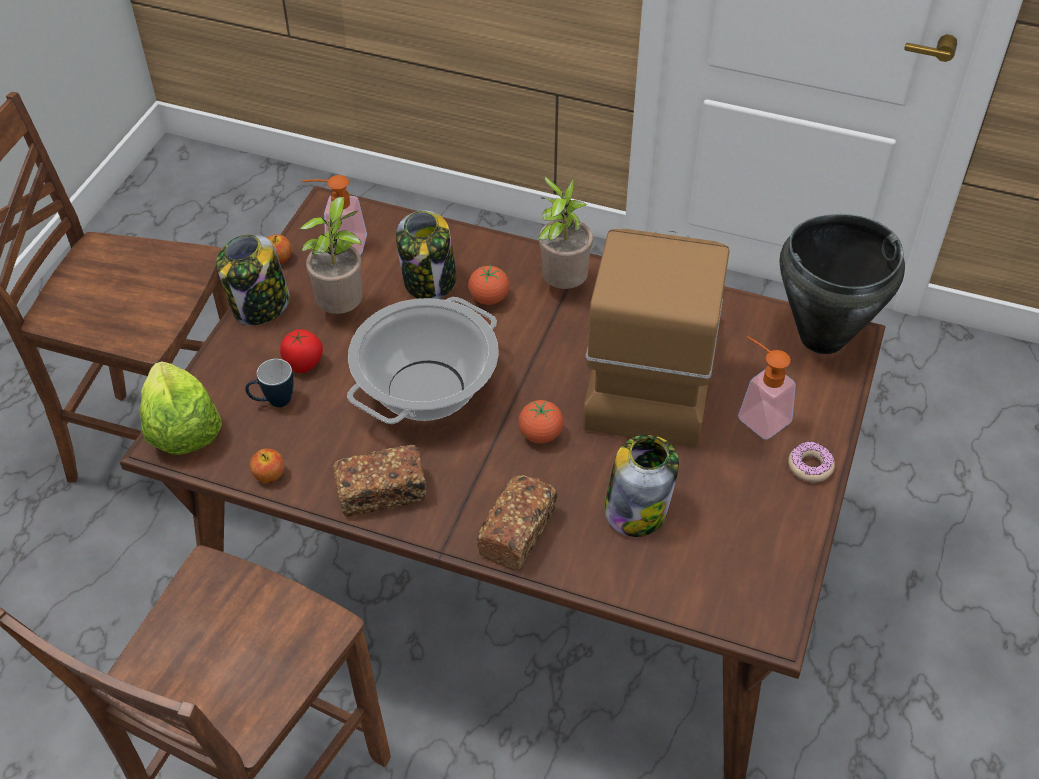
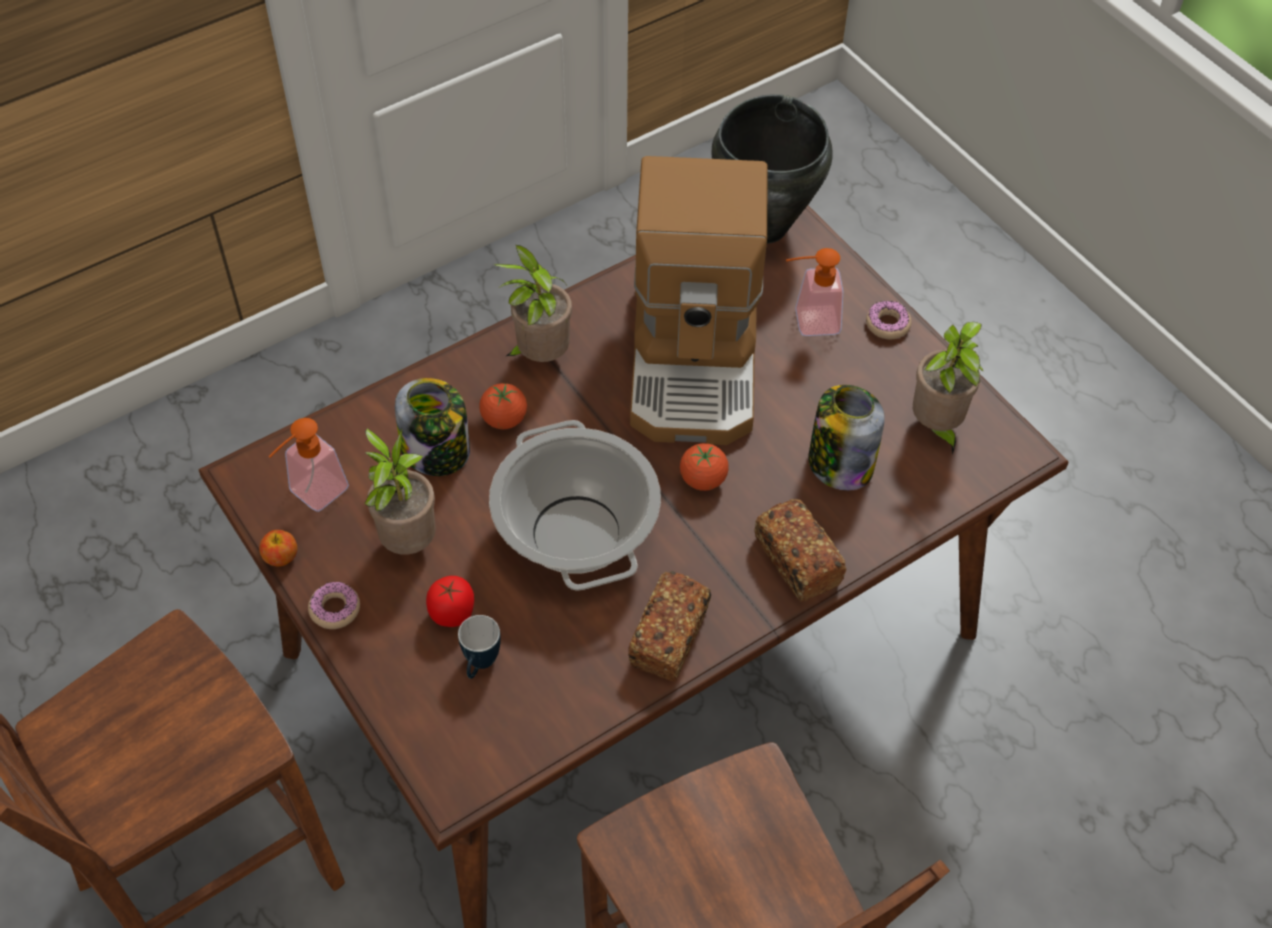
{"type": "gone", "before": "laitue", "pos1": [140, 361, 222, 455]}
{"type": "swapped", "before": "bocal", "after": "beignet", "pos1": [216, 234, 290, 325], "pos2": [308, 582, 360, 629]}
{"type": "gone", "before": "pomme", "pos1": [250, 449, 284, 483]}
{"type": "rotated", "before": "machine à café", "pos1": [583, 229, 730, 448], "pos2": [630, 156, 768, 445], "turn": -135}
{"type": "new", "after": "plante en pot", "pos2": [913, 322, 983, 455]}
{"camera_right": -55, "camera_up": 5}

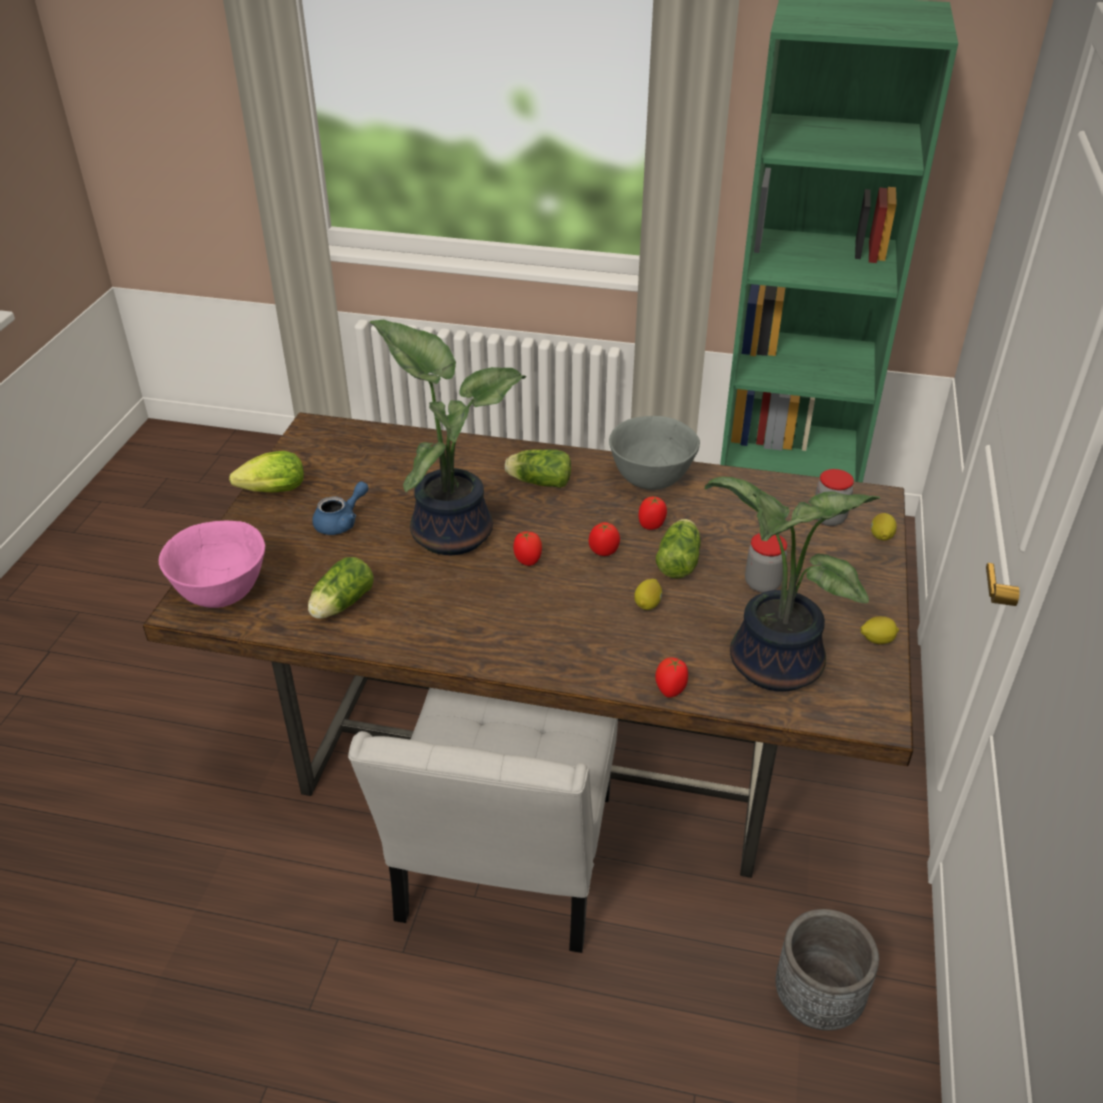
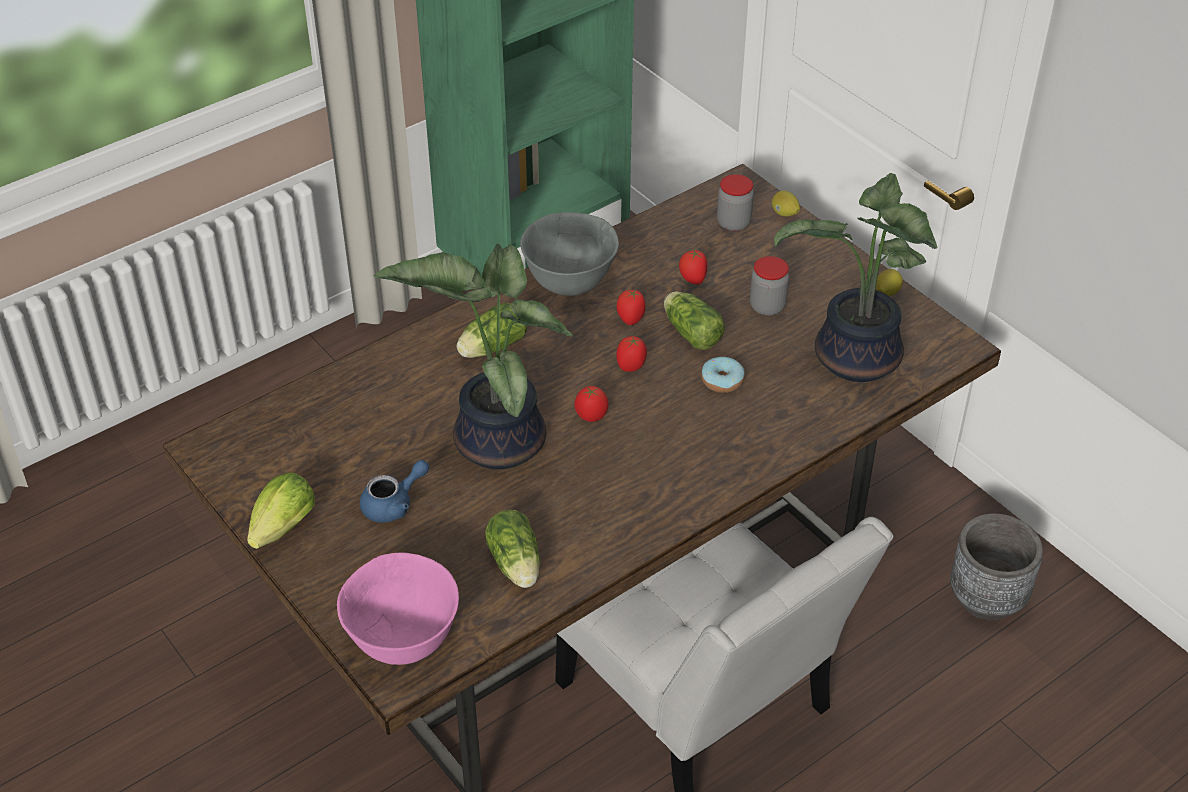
{"type": "rotated", "before": "théière (bleu)", "pos1": [312, 481, 369, 535], "pos2": [360, 460, 429, 523], "turn": 60}
{"type": "swapped", "before": "citron", "after": "beignet", "pos1": [634, 579, 662, 610], "pos2": [701, 356, 745, 393]}
{"type": "shifted", "before": "tomate", "pos1": [655, 657, 688, 698], "pos2": [679, 249, 707, 285]}
{"camera_right": -50, "camera_up": 5}

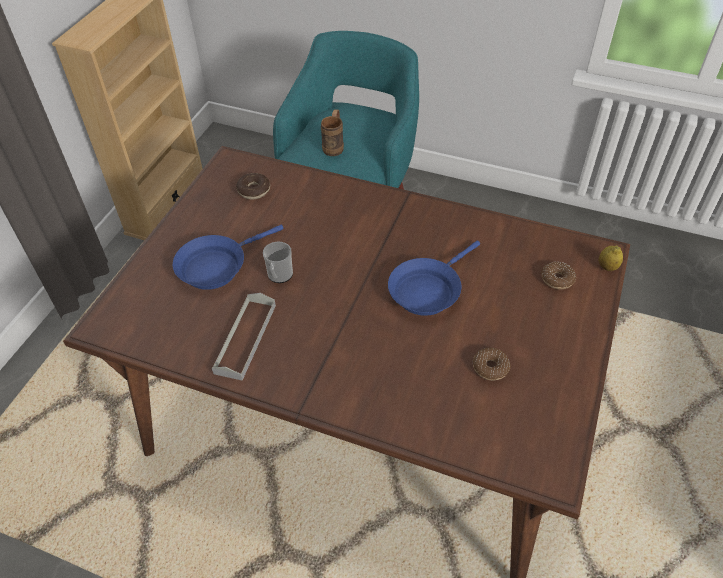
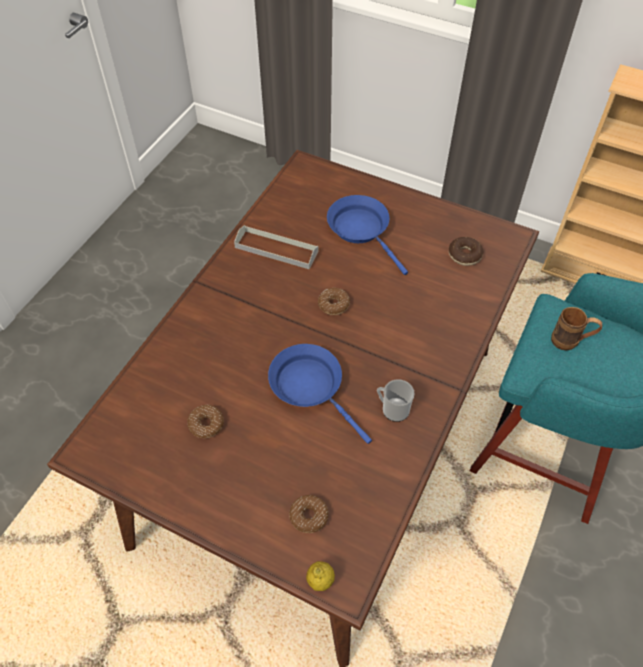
{"type": "shifted", "before": "mug", "pos1": [263, 242, 293, 283], "pos2": [377, 379, 415, 422]}
{"type": "new", "after": "beignet", "pos2": [318, 288, 350, 315]}
{"camera_right": 95, "camera_up": 5}

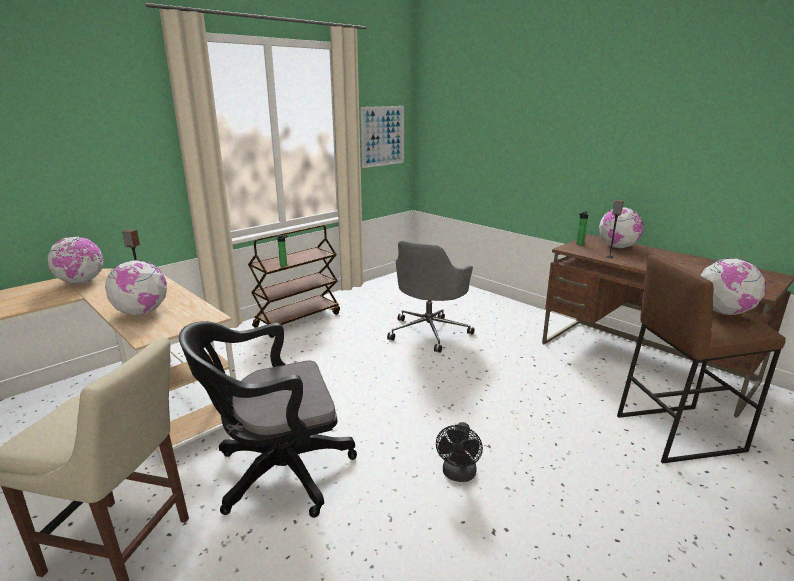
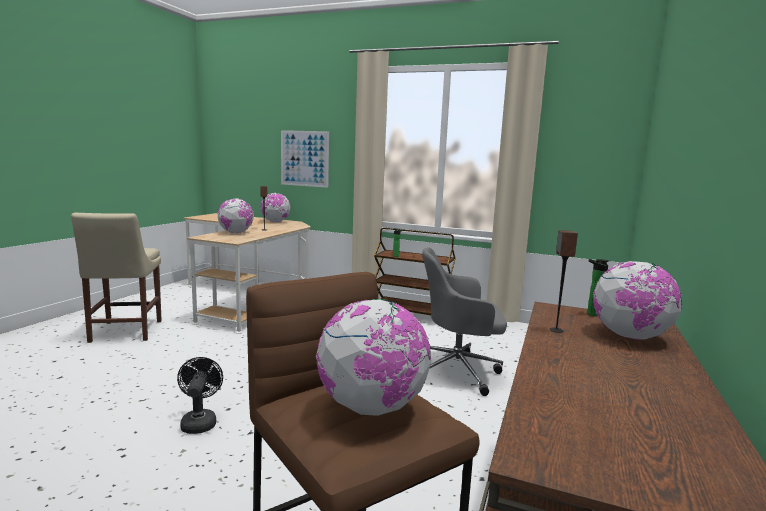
{"type": "gone", "before": "chaise de bureau (noir)", "pos1": [179, 321, 357, 518]}
{"type": "shifted", "before": "tableau", "pos1": [361, 106, 404, 168], "pos2": [281, 130, 329, 188]}
{"type": "rotated", "before": "ventilateur (noir)", "pos1": [436, 422, 483, 482], "pos2": [177, 357, 223, 434], "turn": 90}
{"camera_right": 65, "camera_up": -10}

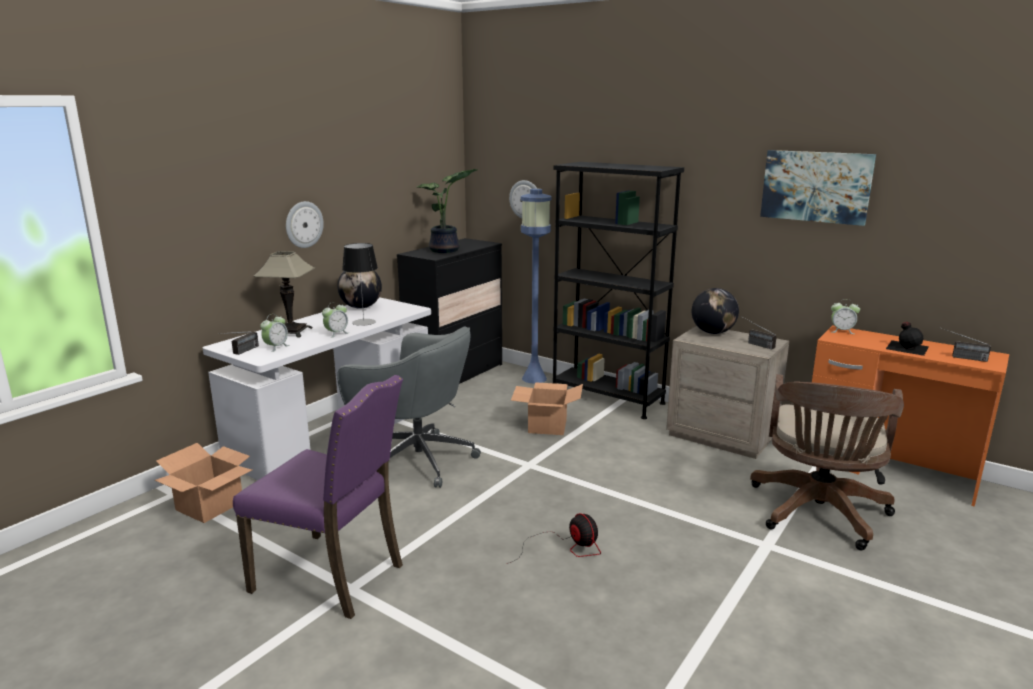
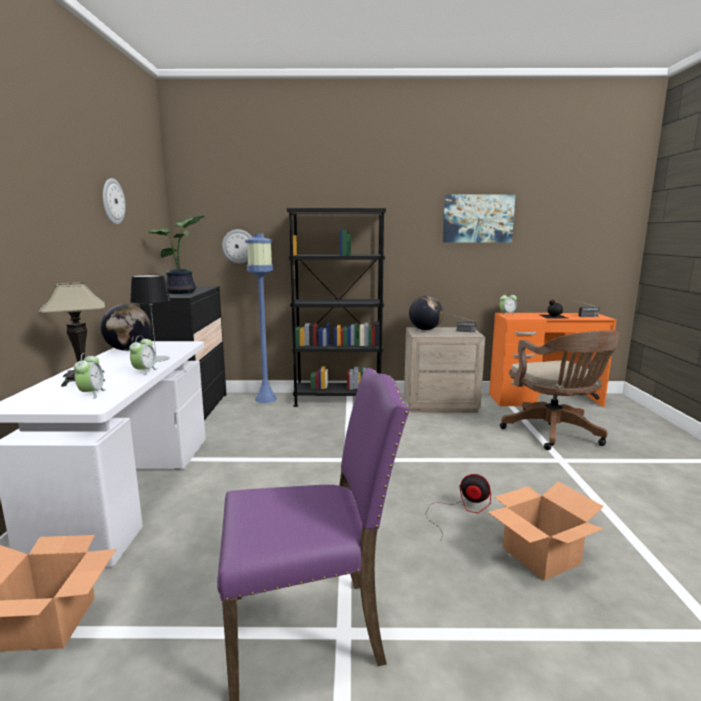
{"type": "gone", "before": "radio", "pos1": [218, 331, 259, 355]}
{"type": "shifted", "before": "horloge murale", "pos1": [286, 201, 324, 248], "pos2": [103, 178, 126, 225]}
{"type": "gone", "before": "chaise de bureau (gris)", "pos1": [337, 326, 481, 488]}
{"type": "shifted", "before": "carton", "pos1": [511, 382, 583, 435], "pos2": [488, 482, 604, 581]}
{"camera_right": -35, "camera_up": -5}

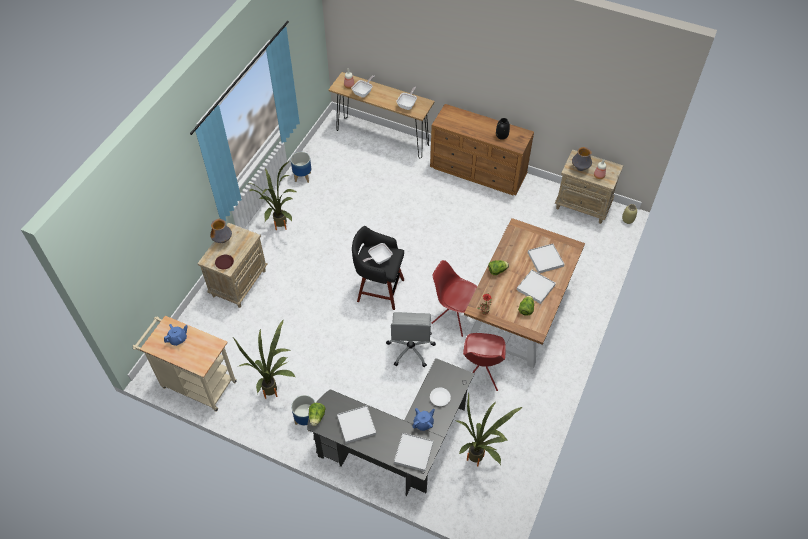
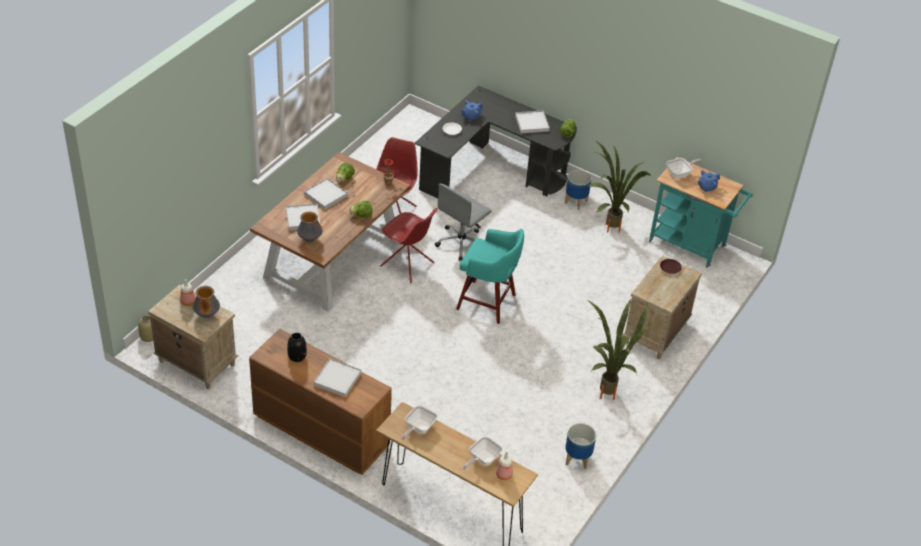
{"type": "repainted", "before": "chariot (beige)", "after": "chariot (turquoise)", "pos1": [132, 316, 237, 412], "pos2": [649, 157, 753, 268]}
{"type": "shifted", "before": "vase", "pos1": [210, 219, 232, 243], "pos2": [297, 211, 323, 242]}
{"type": "repainted", "before": "tabouret (noir)", "after": "tabouret (turquoise)", "pos1": [352, 226, 404, 310], "pos2": [456, 229, 524, 324]}
{"type": "shifted", "before": "poêle", "pos1": [363, 243, 392, 264], "pos2": [666, 158, 702, 179]}
{"type": "rotated", "before": "chaise de bureau (gris)", "pos1": [386, 312, 436, 367], "pos2": [435, 183, 491, 261], "turn": -150}
{"type": "shifted", "before": "plateau (blanc)", "pos1": [394, 433, 433, 472], "pos2": [313, 358, 362, 397]}
{"type": "gone", "before": "plante en pot", "pos1": [454, 392, 522, 467]}
{"camera_right": -175, "camera_up": -10}

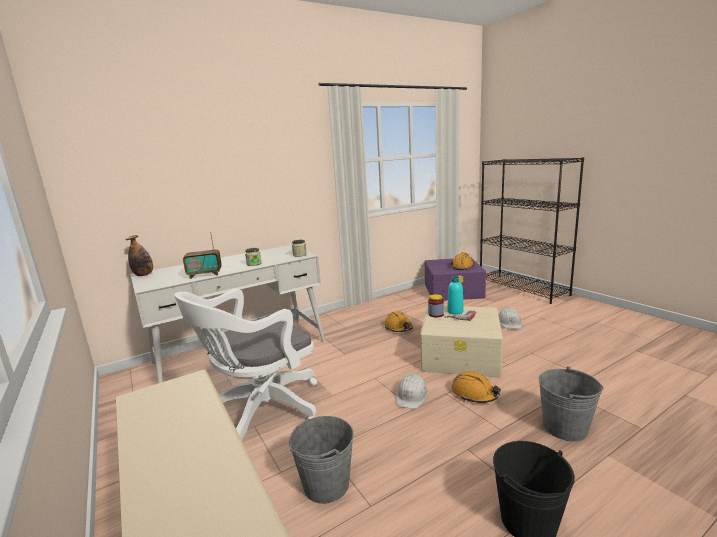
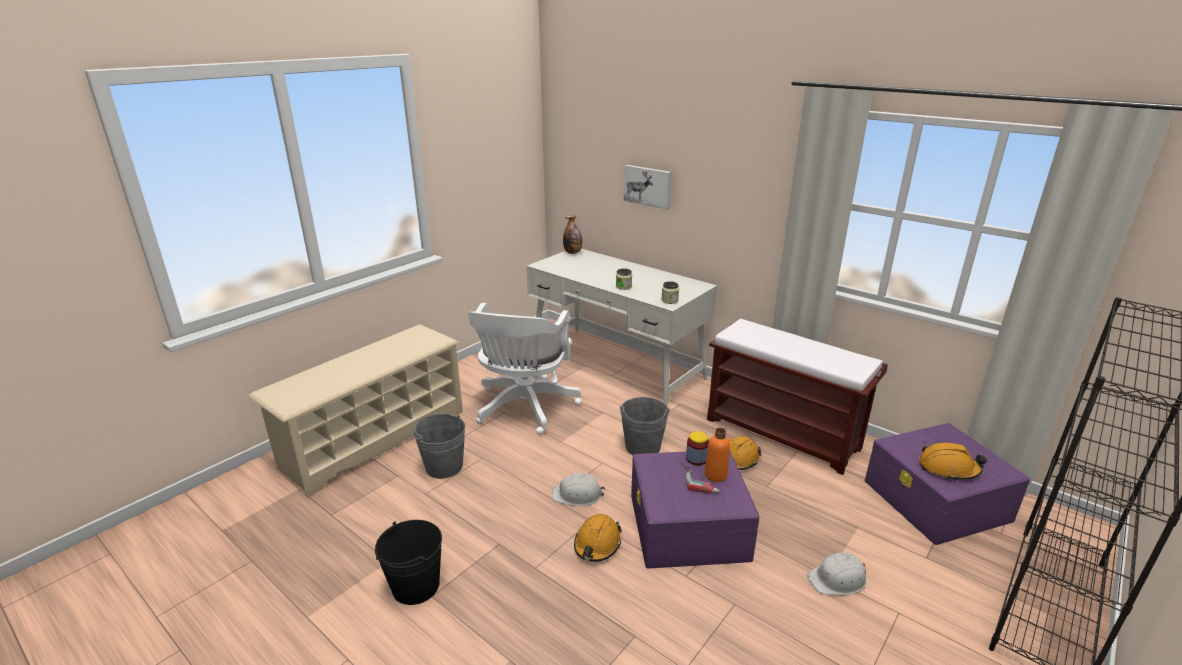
{"type": "rotated", "before": "chaise de bureau (blanc)", "pos1": [174, 289, 317, 440], "pos2": [468, 303, 582, 435], "turn": -105}
{"type": "gone", "before": "radio", "pos1": [183, 232, 222, 279]}
{"type": "repainted", "before": "boîte de rangement (beige)", "after": "boîte de rangement (violet)", "pos1": [420, 306, 503, 377], "pos2": [631, 451, 760, 569]}
{"type": "repainted", "before": "bouteille (turquoise)", "after": "bouteille (orange)", "pos1": [447, 276, 464, 314], "pos2": [704, 428, 730, 482]}
{"type": "shifted", "before": "seau (gris)", "pos1": [539, 366, 604, 441], "pos2": [620, 397, 670, 455]}
{"type": "new", "after": "tableau", "pos2": [624, 165, 672, 210]}
{"type": "new", "after": "banc (marron)", "pos2": [707, 319, 888, 475]}
{"camera_right": 70, "camera_up": 10}

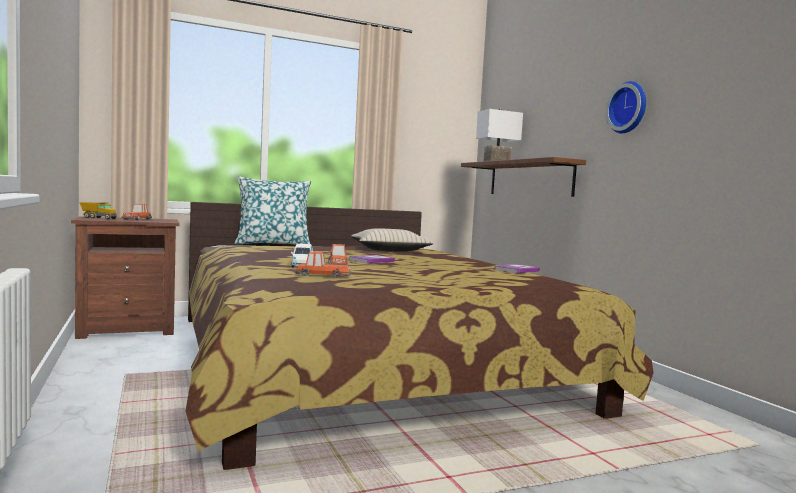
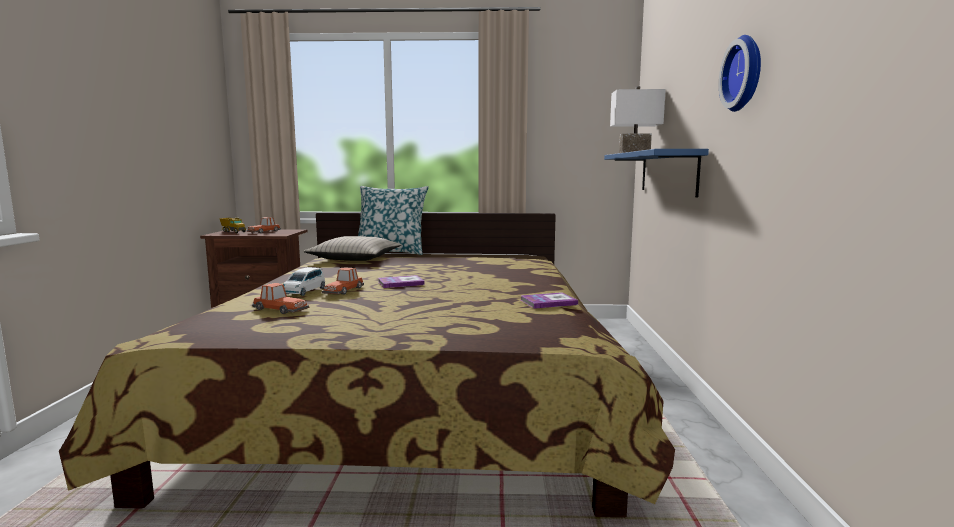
{"type": "shifted", "before": "coussin (beige)", "pos1": [351, 228, 433, 251], "pos2": [304, 236, 401, 261]}
{"type": "repainted", "before": "étagère (marron)", "after": "étagère (bleu)", "pos1": [461, 157, 586, 197], "pos2": [604, 149, 709, 197]}
{"camera_right": 25, "camera_up": 5}

